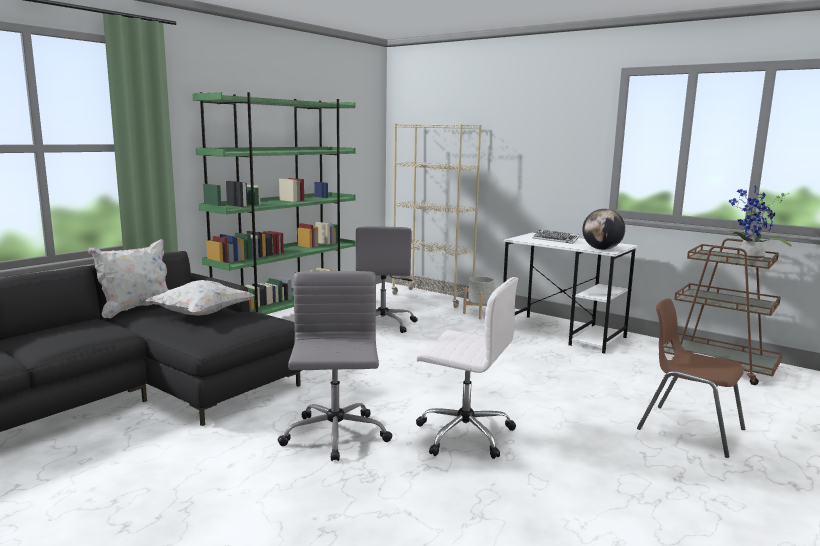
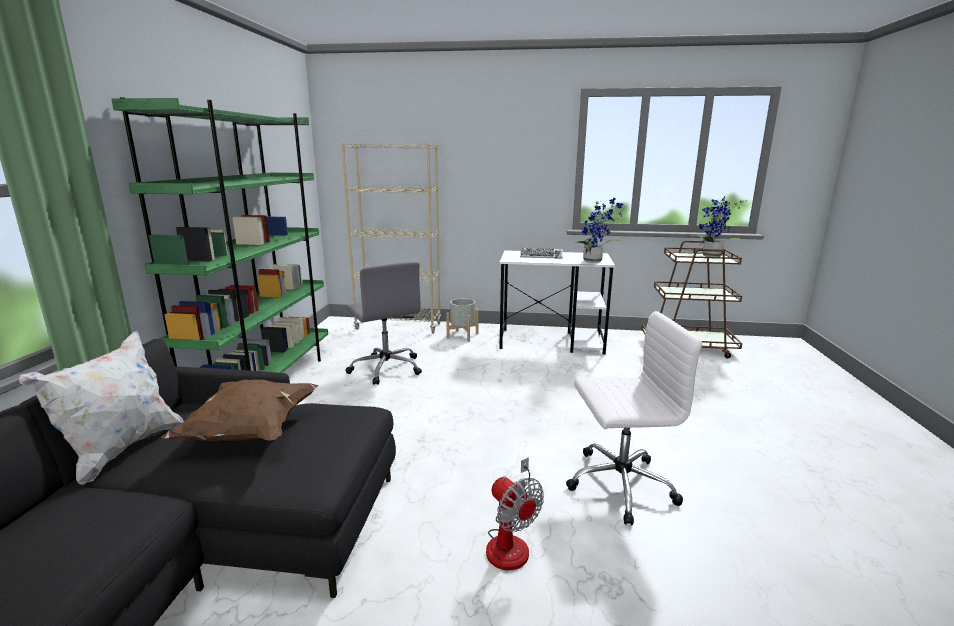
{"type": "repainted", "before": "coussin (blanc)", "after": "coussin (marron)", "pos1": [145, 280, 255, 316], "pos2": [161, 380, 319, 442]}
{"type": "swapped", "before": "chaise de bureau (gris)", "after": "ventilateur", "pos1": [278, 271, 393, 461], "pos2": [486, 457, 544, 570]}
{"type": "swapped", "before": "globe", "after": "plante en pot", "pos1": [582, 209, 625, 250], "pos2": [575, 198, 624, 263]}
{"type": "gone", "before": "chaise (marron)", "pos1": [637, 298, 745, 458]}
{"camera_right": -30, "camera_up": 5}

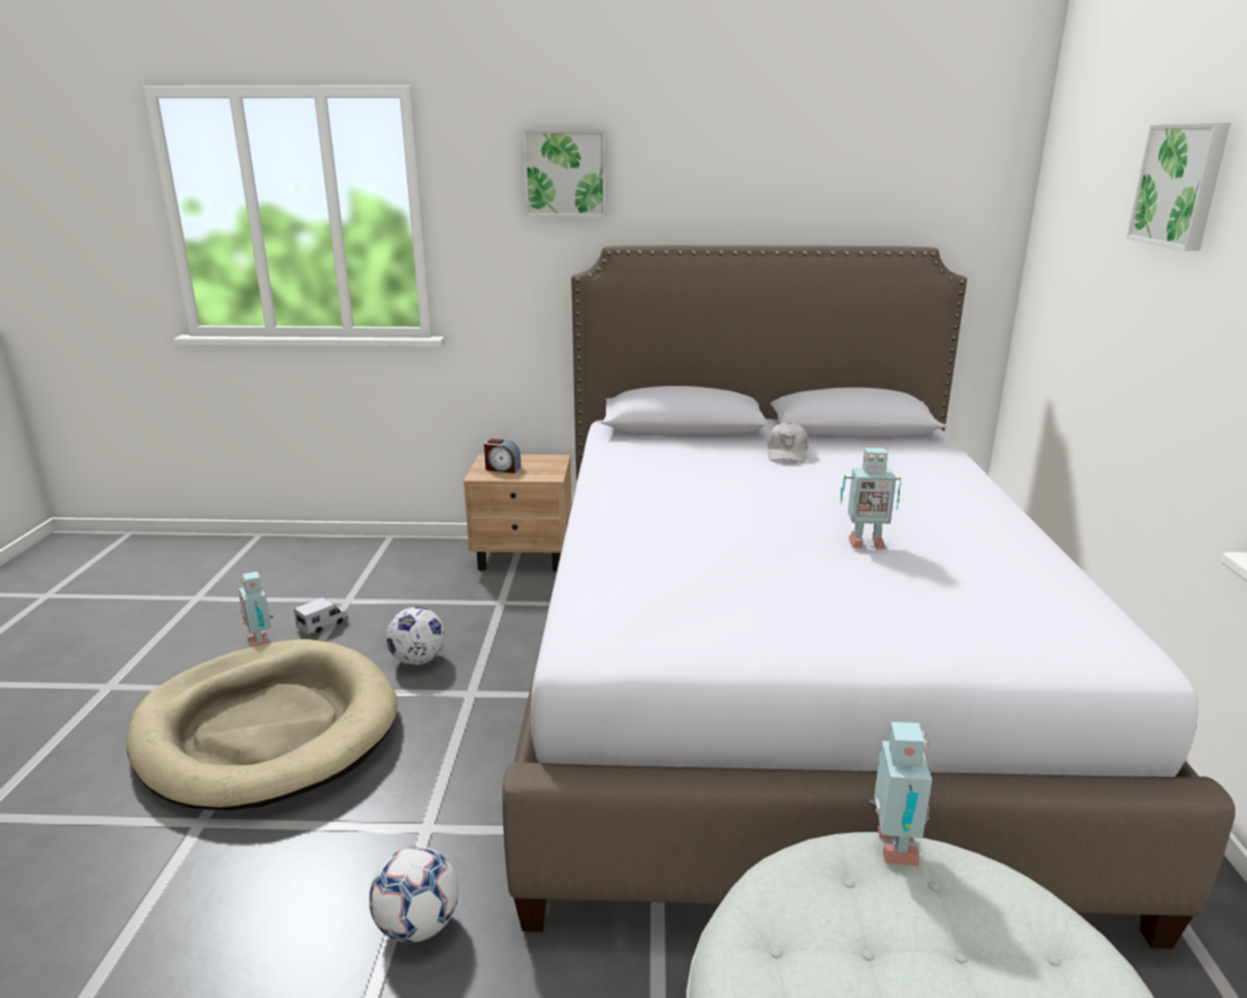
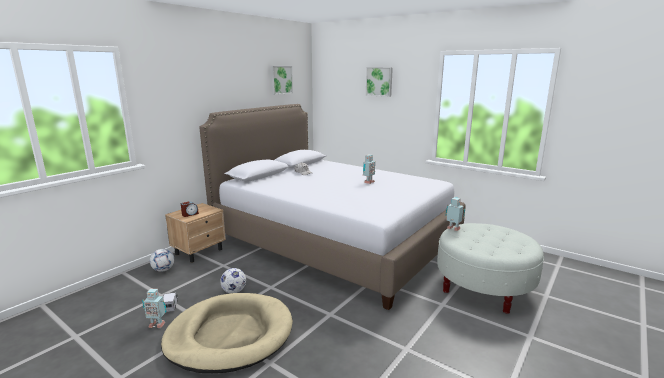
{"type": "shifted", "before": "ballon de foot", "pos1": [369, 847, 459, 943], "pos2": [150, 249, 174, 272]}
{"type": "shifted", "before": "tableau", "pos1": [522, 130, 607, 217], "pos2": [271, 66, 293, 95]}
{"camera_right": -55, "camera_up": -5}

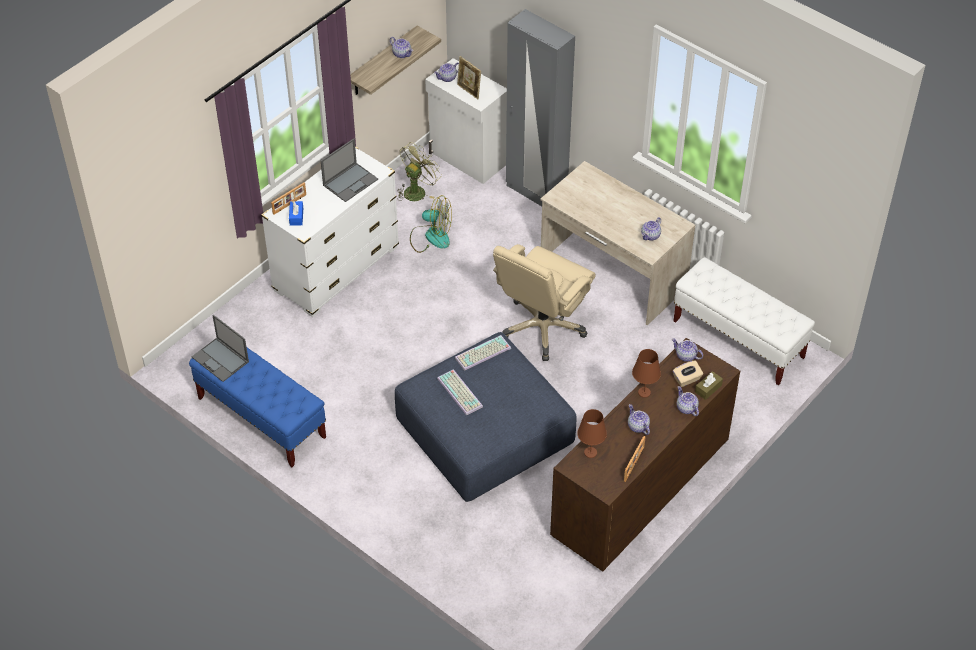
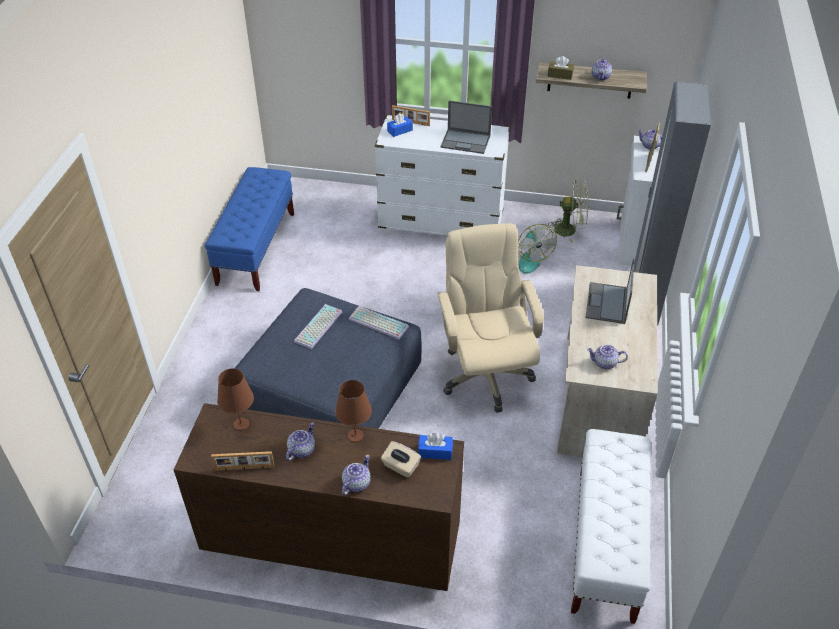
{"type": "shifted", "before": "ordinateur portable", "pos1": [192, 315, 249, 382], "pos2": [585, 259, 635, 324]}
{"type": "rotated", "before": "chaise de bureau (beige)", "pos1": [493, 244, 595, 361], "pos2": [437, 223, 544, 413], "turn": 75}
{"type": "swapped", "before": "théière", "after": "boîte à mouchoirs (bleu)", "pos1": [672, 338, 703, 362], "pos2": [418, 433, 453, 460]}
{"type": "shifted", "before": "boîte à mouchoirs (marron)", "pos1": [695, 371, 723, 400], "pos2": [548, 56, 574, 80]}
{"camera_right": 60, "camera_up": -5}

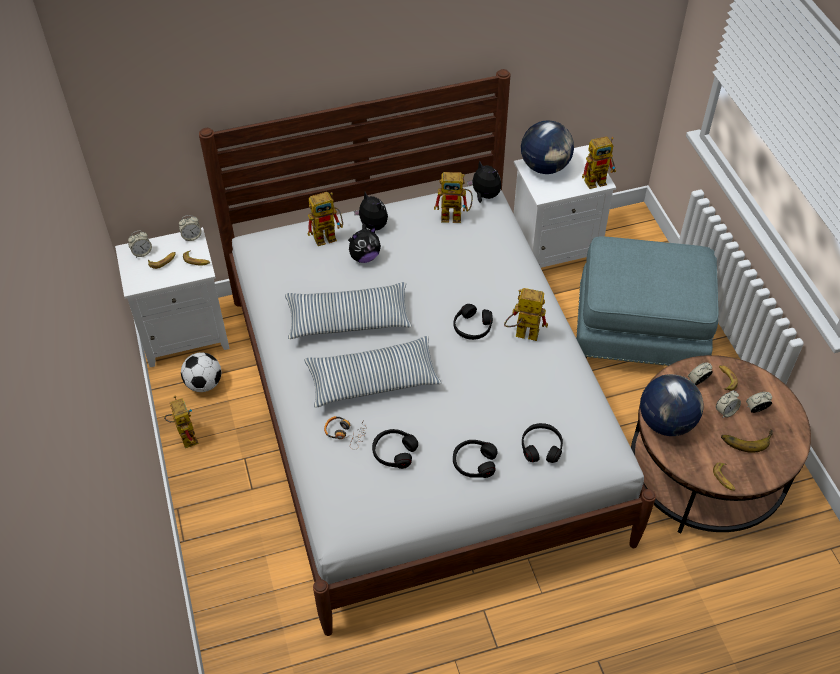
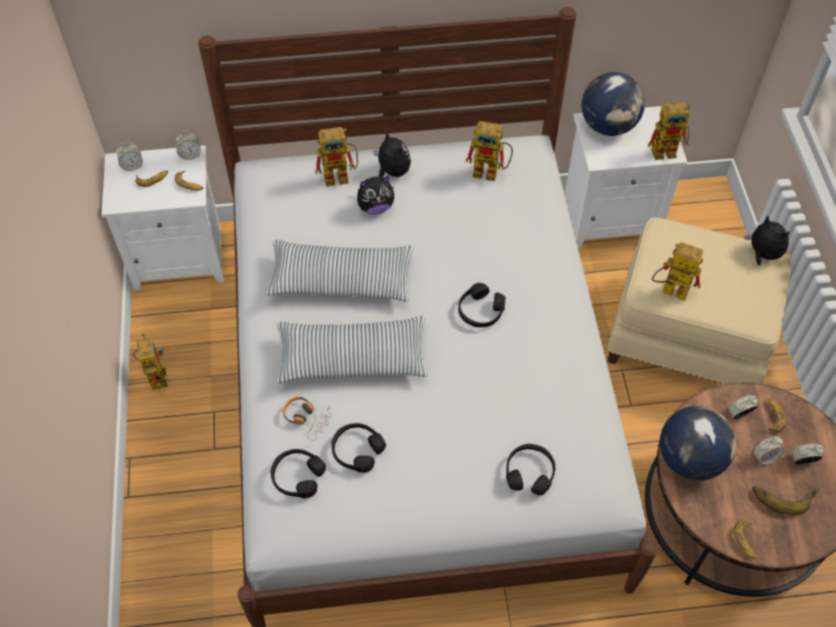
{"type": "gone", "before": "ballon de foot", "pos1": [181, 352, 221, 392]}
{"type": "shifted", "before": "casque audio (noir)", "pos1": [453, 440, 498, 478], "pos2": [271, 449, 326, 498]}
{"type": "shifted", "before": "peluche", "pos1": [467, 160, 501, 203], "pos2": [744, 215, 790, 265]}
{"type": "shifted", "before": "robot jouet", "pos1": [504, 288, 548, 341], "pos2": [652, 242, 703, 301]}
{"type": "repainted", "before": "pouf (bleu)", "after": "pouf (beige)", "pos1": [576, 236, 719, 366], "pos2": [607, 217, 792, 384]}
{"camera_right": 10, "camera_up": 5}

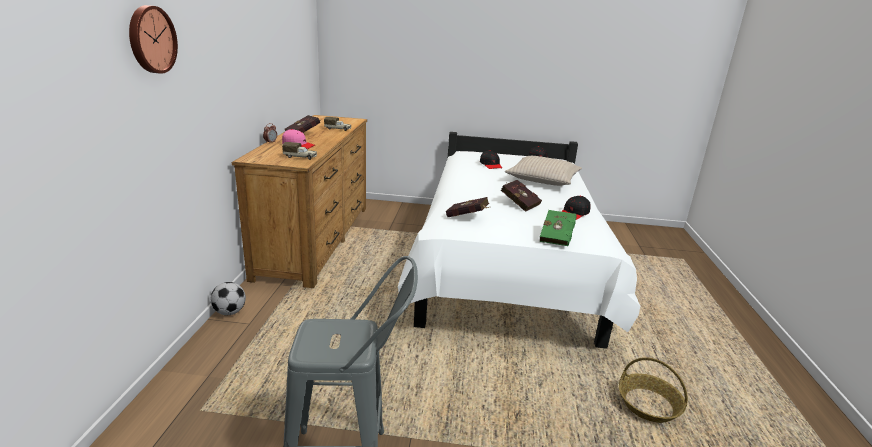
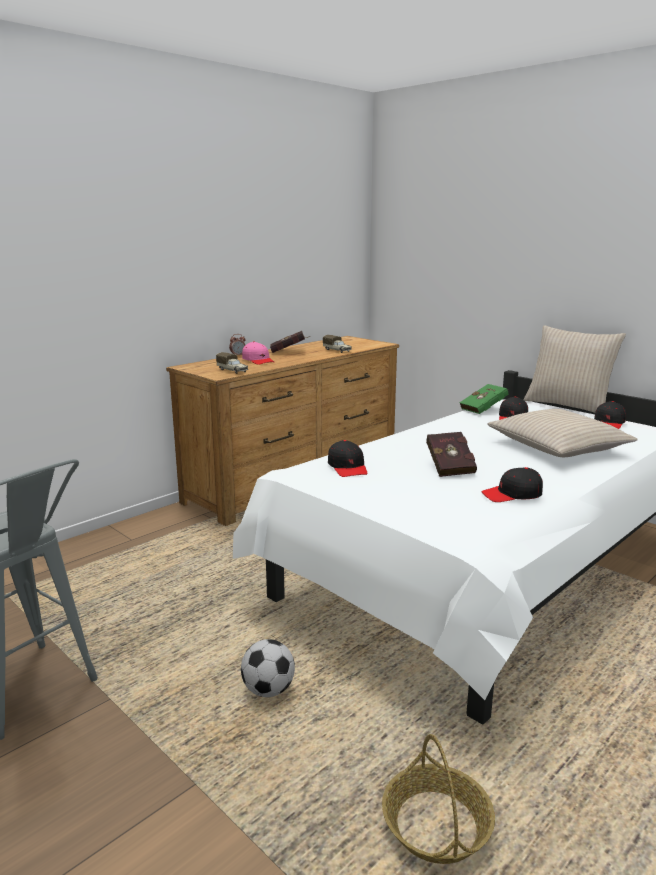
{"type": "gone", "before": "horloge murale", "pos1": [129, 5, 178, 74]}
{"type": "shifted", "before": "ballon de foot", "pos1": [211, 282, 246, 315], "pos2": [241, 639, 295, 697]}
{"type": "swapped", "before": "livre (rouge)", "after": "casquette (noir)", "pos1": [446, 197, 489, 217], "pos2": [328, 440, 367, 477]}
{"type": "shifted", "before": "livre (vert)", "pos1": [540, 210, 577, 246], "pos2": [459, 384, 509, 414]}
{"type": "new", "after": "coussin (beige)", "pos2": [524, 325, 626, 413]}
{"camera_right": 40, "camera_up": -5}

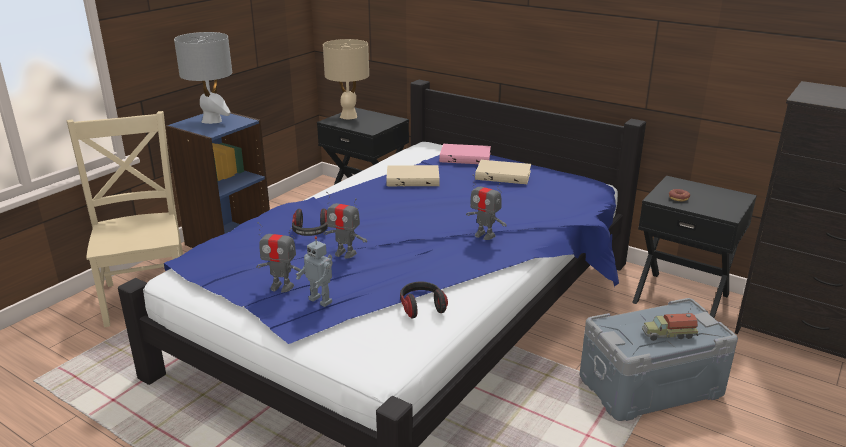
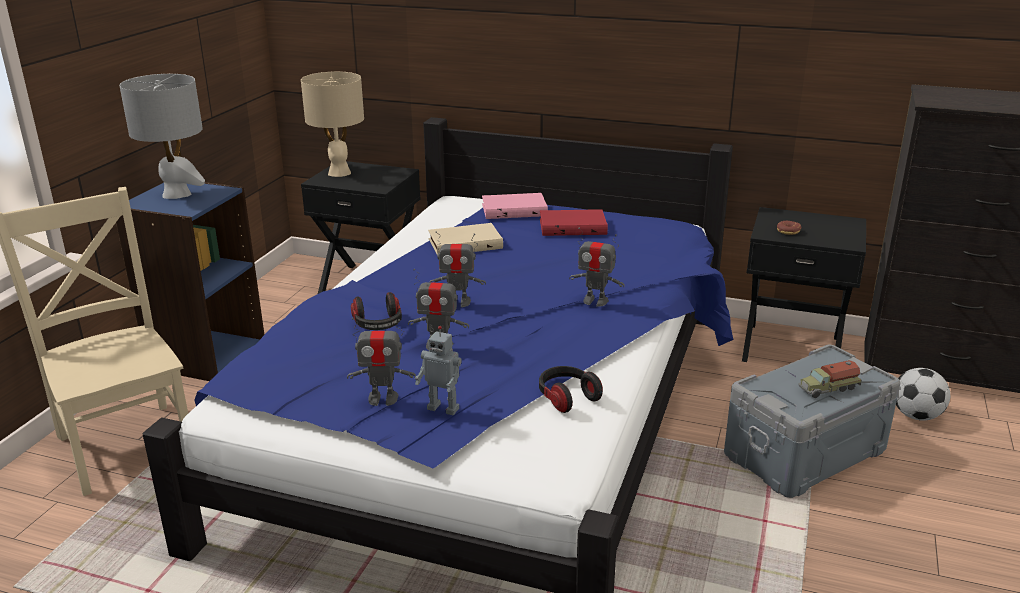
{"type": "repainted", "before": "livre (beige)", "after": "livre (rouge)", "pos1": [475, 160, 531, 184], "pos2": [540, 209, 608, 236]}
{"type": "new", "after": "robot jouet", "pos2": [430, 231, 486, 307]}
{"type": "new", "after": "ballon de foot", "pos2": [896, 368, 950, 421]}
{"camera_right": -15, "camera_up": 0}

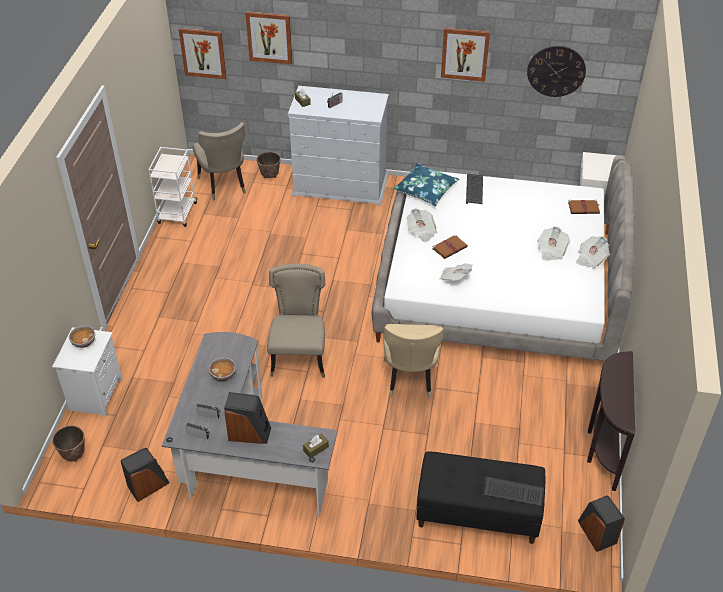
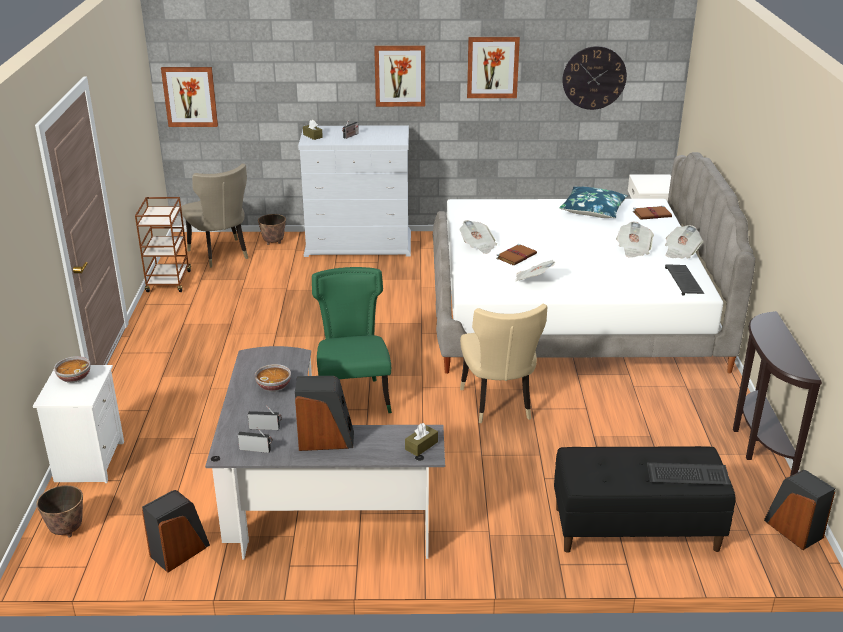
{"type": "repainted", "before": "chariot (blanc)", "after": "chariot (marron)", "pos1": [148, 147, 197, 227], "pos2": [135, 197, 191, 292]}
{"type": "shifted", "before": "tableau", "pos1": [245, 12, 292, 64], "pos2": [374, 45, 425, 107]}
{"type": "repainted", "before": "chaise (beige)", "after": "chaise (vert)", "pos1": [267, 264, 325, 378], "pos2": [312, 267, 392, 413]}
{"type": "shifted", "before": "coussin (bleu)", "pos1": [393, 163, 459, 206], "pos2": [559, 187, 628, 218]}
{"type": "shifted", "before": "clavier", "pos1": [466, 174, 483, 204], "pos2": [665, 264, 704, 295]}
{"camera_right": -10, "camera_up": -15}

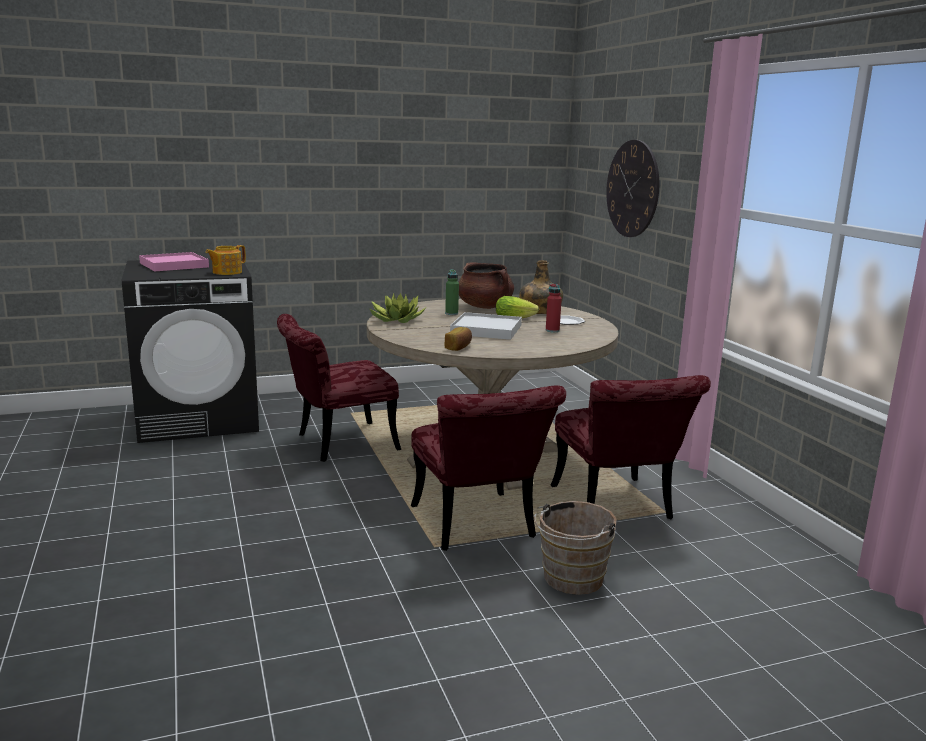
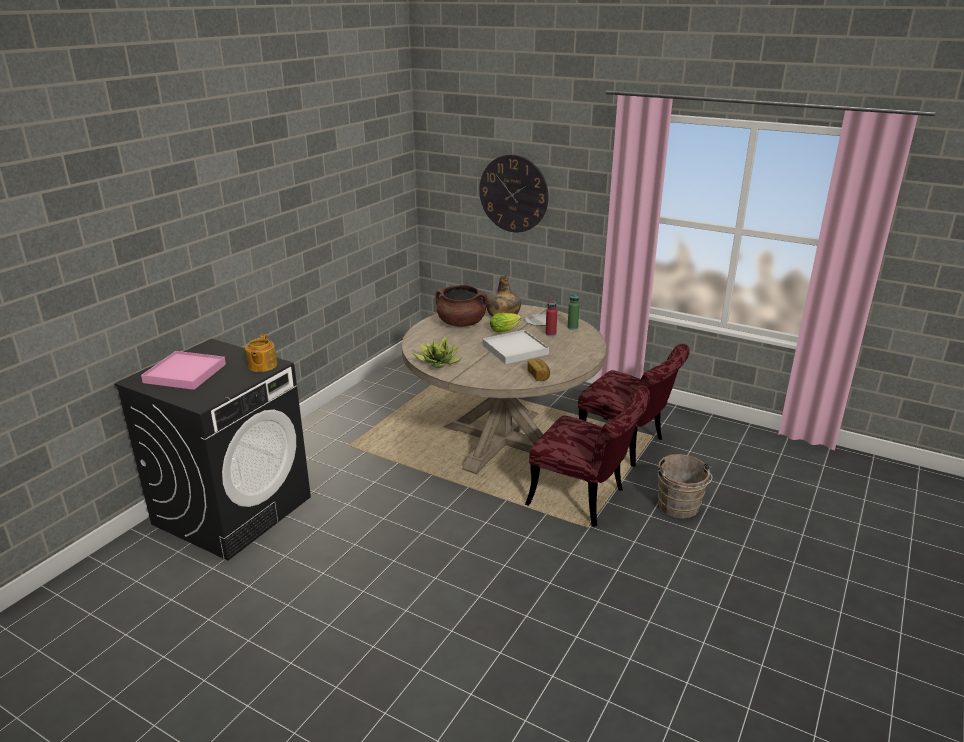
{"type": "gone", "before": "chaise (rouge)", "pos1": [277, 314, 401, 462]}
{"type": "shifted", "before": "bouteille (vert)", "pos1": [445, 270, 459, 315], "pos2": [567, 293, 580, 330]}
{"camera_right": -40, "camera_up": 10}

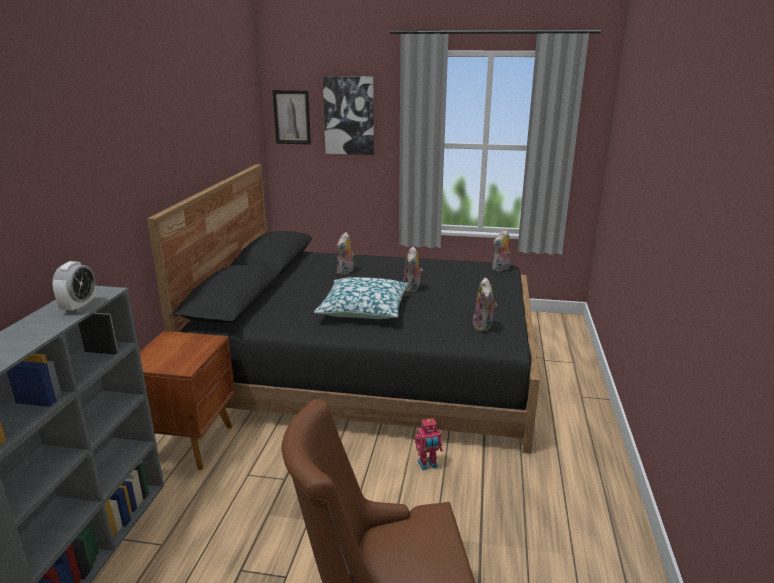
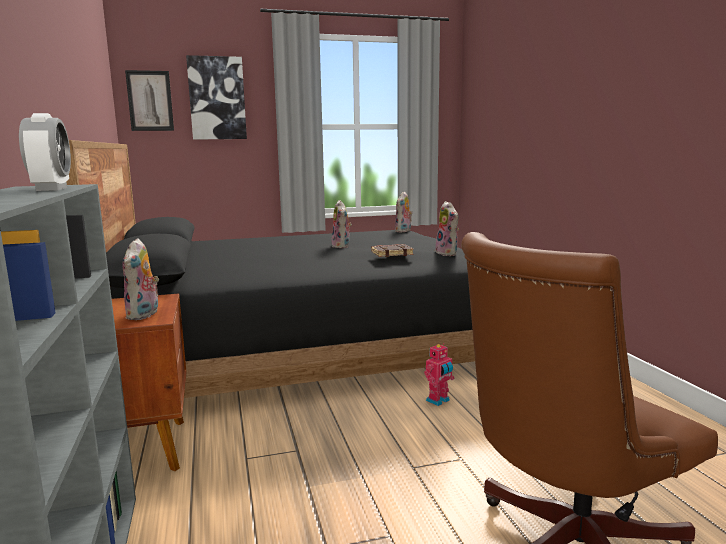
{"type": "gone", "before": "coussin", "pos1": [314, 277, 409, 319]}
{"type": "shifted", "before": "peluche", "pos1": [336, 232, 354, 275], "pos2": [123, 238, 159, 320]}
{"type": "new", "after": "livre (marron)", "pos2": [371, 244, 413, 257]}
{"camera_right": -25, "camera_up": -10}

